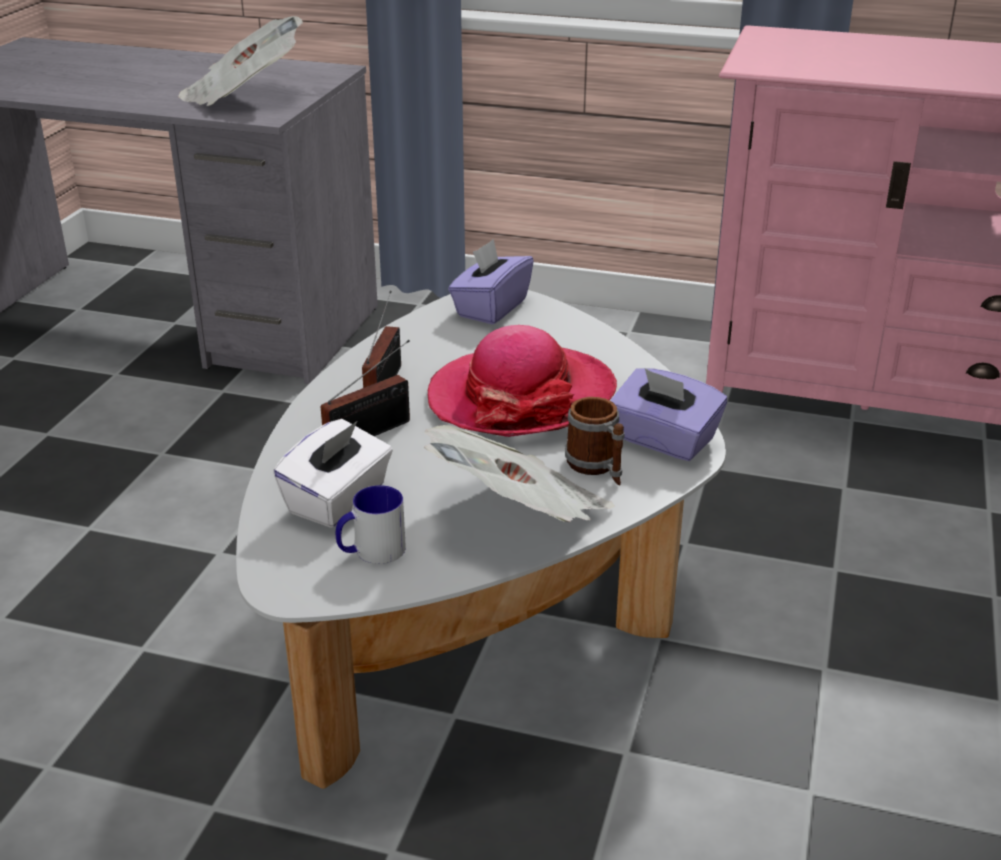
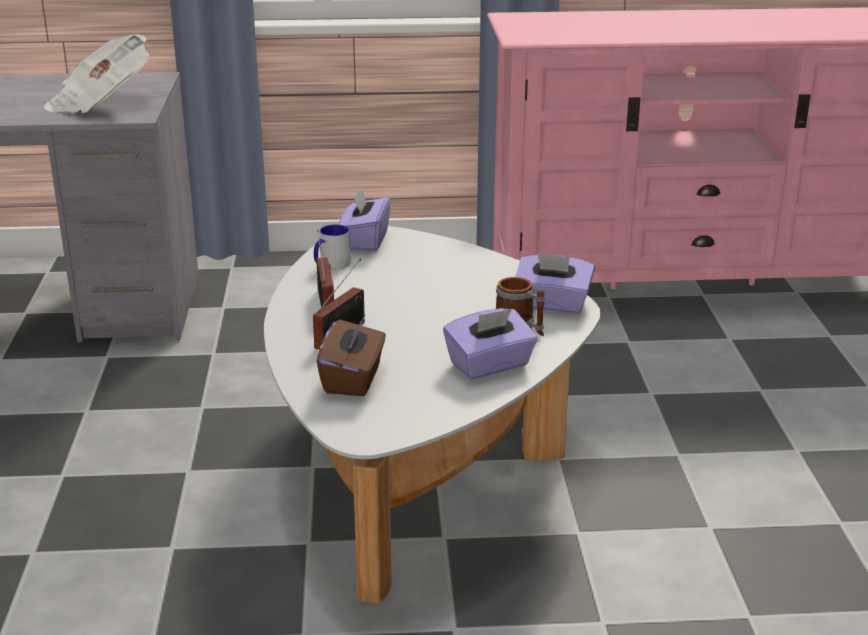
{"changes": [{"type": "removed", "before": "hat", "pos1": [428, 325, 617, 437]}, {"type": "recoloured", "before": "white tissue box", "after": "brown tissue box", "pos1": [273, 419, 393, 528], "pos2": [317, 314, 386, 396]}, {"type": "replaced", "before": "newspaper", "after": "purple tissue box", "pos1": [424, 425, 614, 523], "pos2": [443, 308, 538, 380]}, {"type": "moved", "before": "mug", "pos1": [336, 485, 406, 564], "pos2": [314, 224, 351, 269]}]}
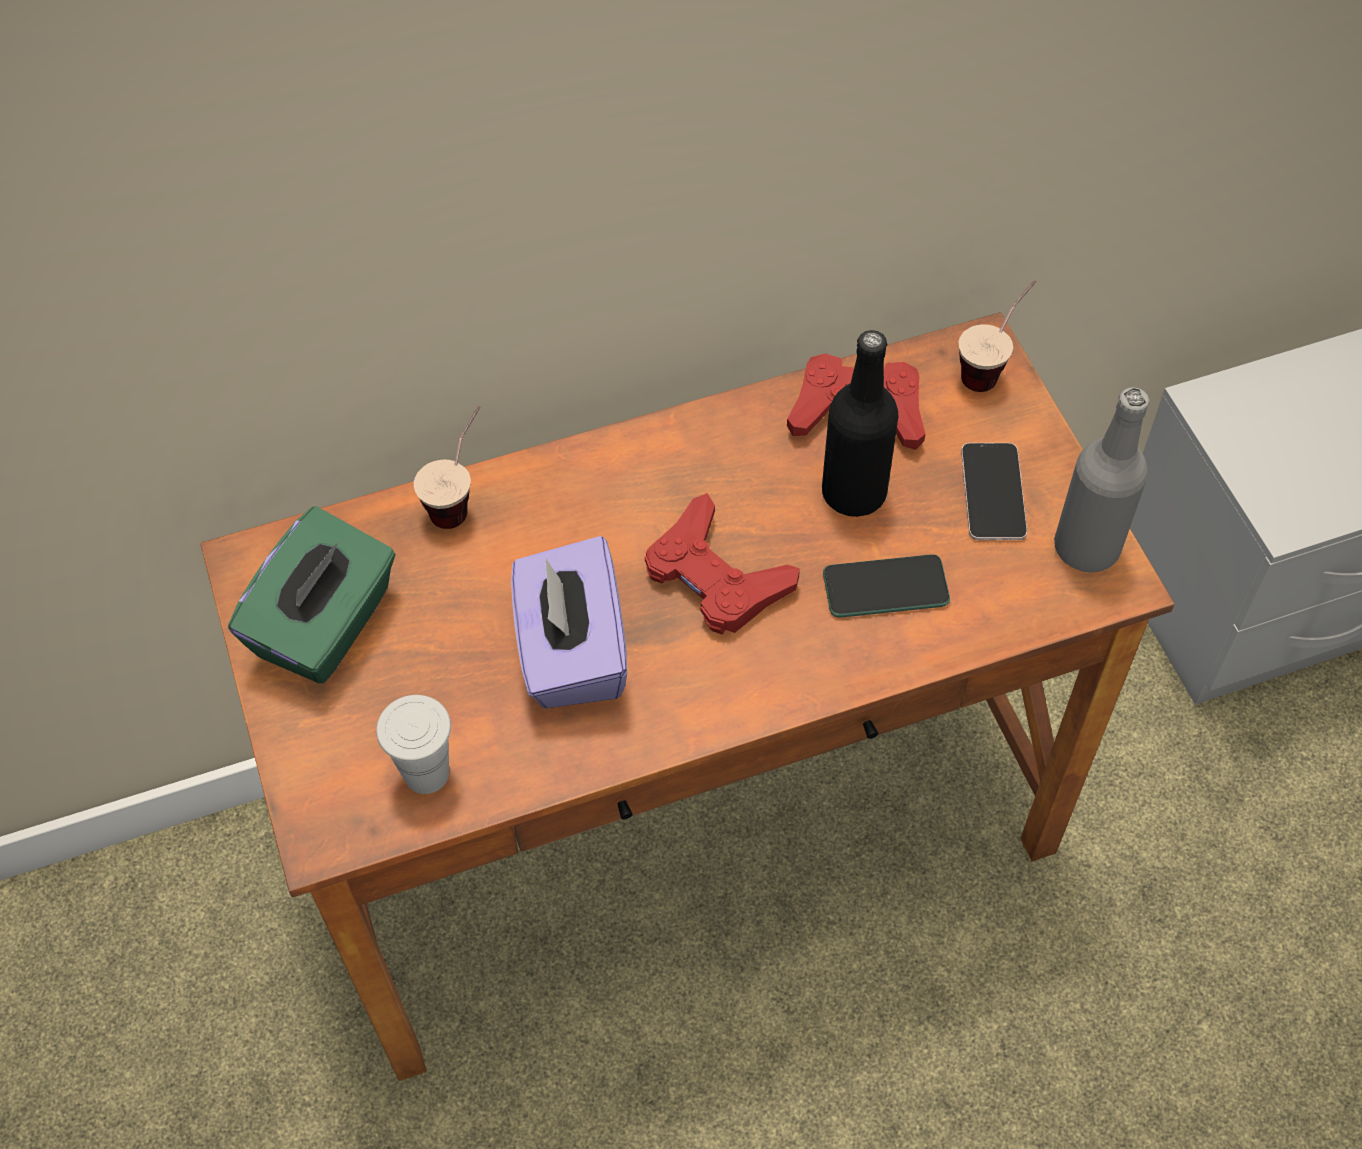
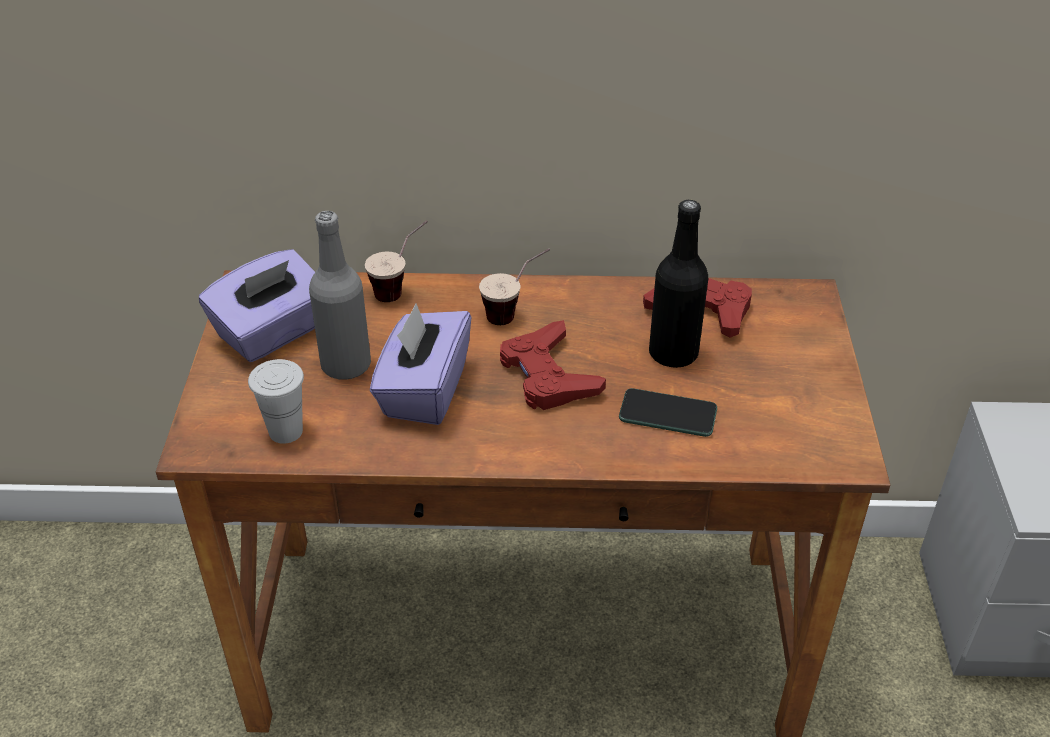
{"changes": [{"type": "moved", "before": "cup", "pos1": [959, 280, 1036, 392], "pos2": [479, 248, 550, 325]}, {"type": "moved", "before": "grey bottle", "pos1": [1054, 387, 1150, 573], "pos2": [309, 211, 371, 380]}, {"type": "removed", "before": "phone", "pos1": [961, 443, 1027, 540]}, {"type": "recoloured", "before": "green tissue box", "after": "purple tissue box", "pos1": [228, 506, 396, 683], "pos2": [199, 249, 315, 362]}]}
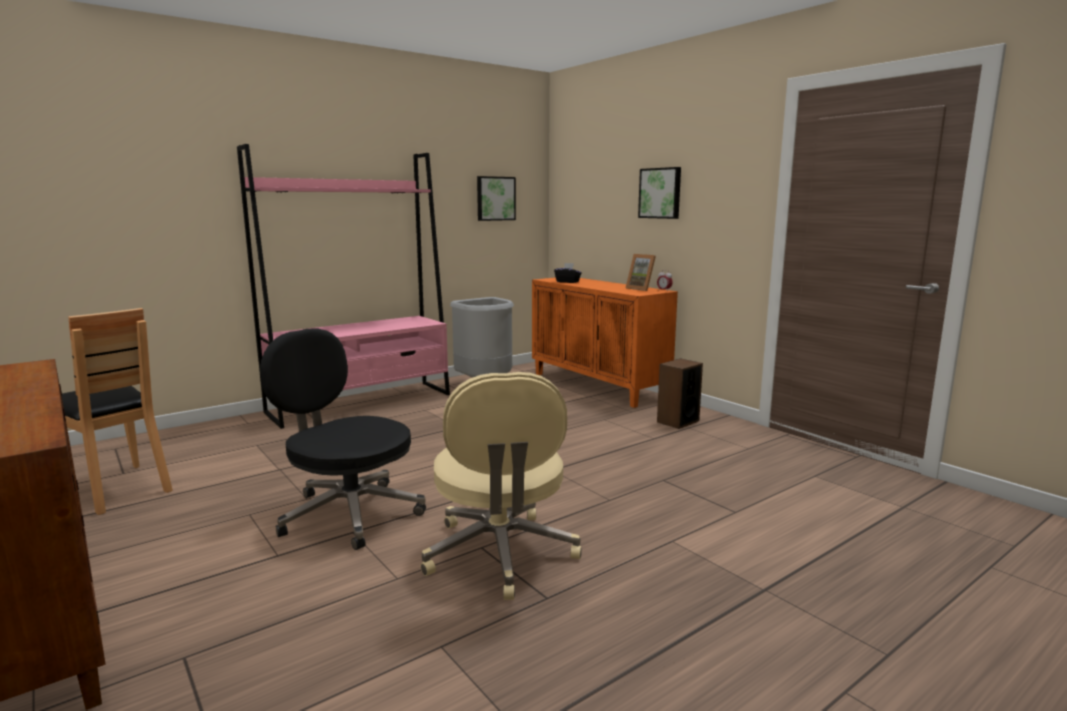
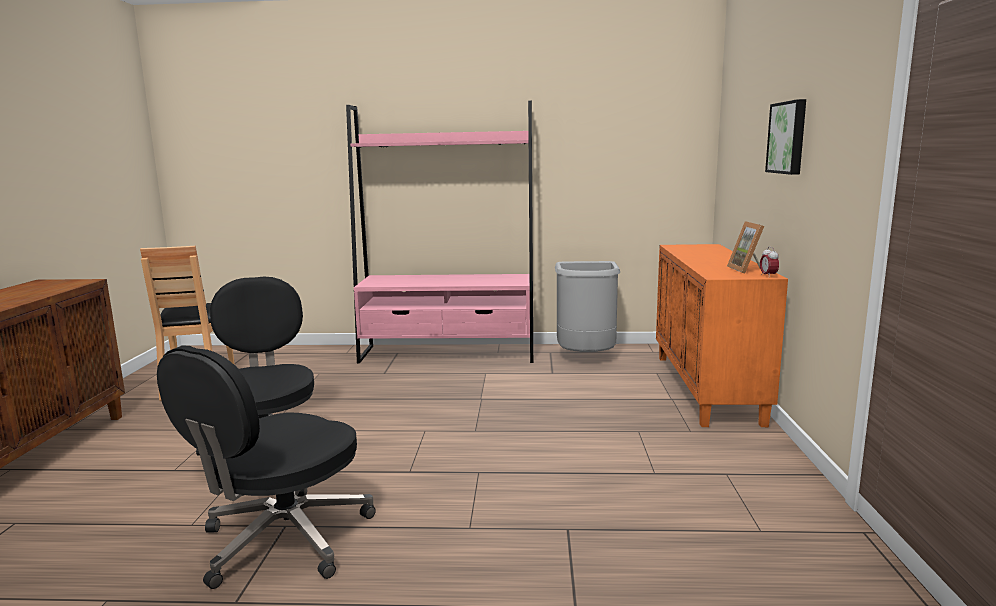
{"changes": [{"type": "removed", "before": "picture", "pos1": [477, 176, 516, 221]}, {"type": "removed", "before": "black tissue box", "pos1": [554, 263, 581, 283]}, {"type": "removed", "before": "speaker", "pos1": [657, 358, 703, 429]}, {"type": "recoloured", "before": "beige office chair", "after": "black office chair", "pos1": [421, 372, 582, 600], "pos2": [157, 346, 376, 589]}]}
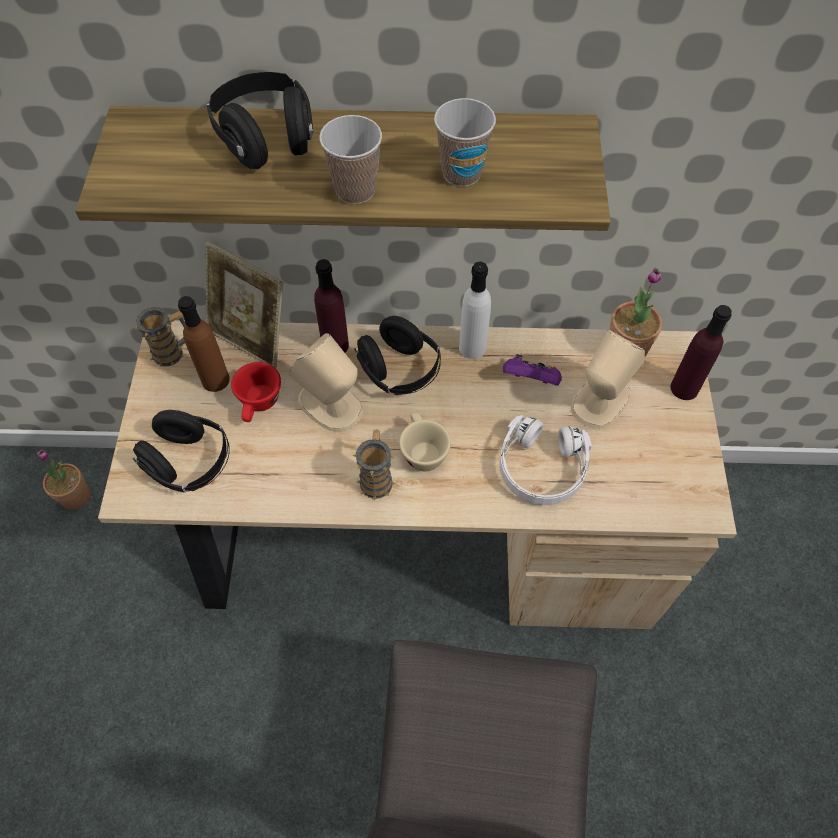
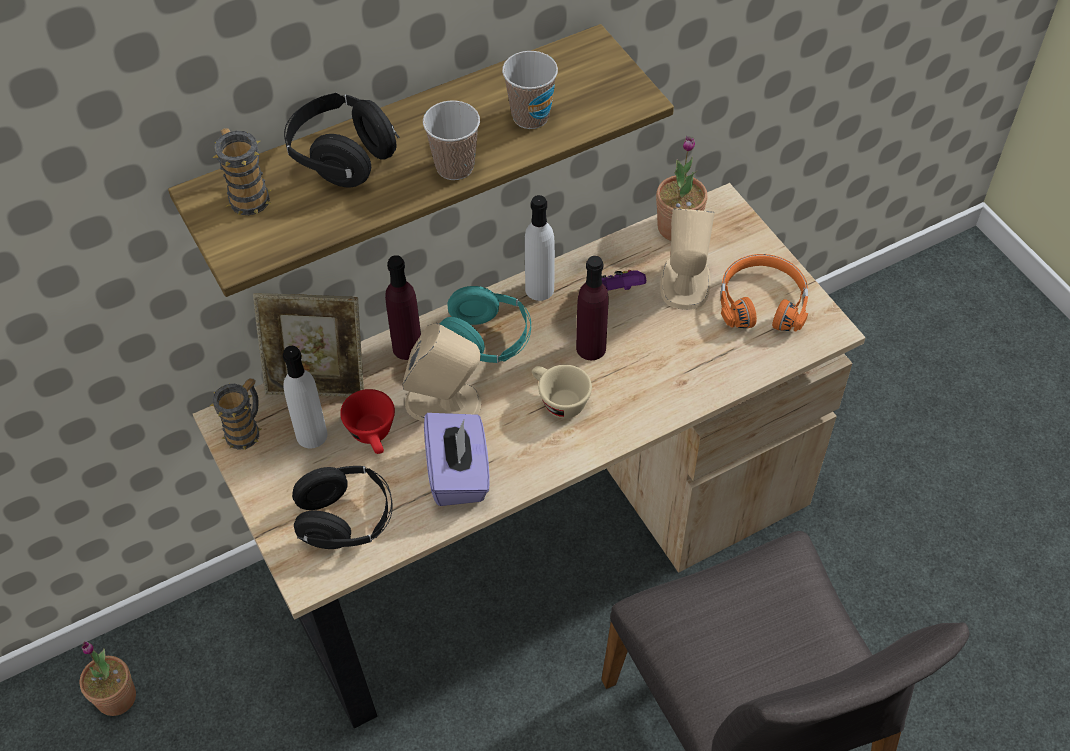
{"changes": [{"type": "recoloured", "before": "brown bottle", "after": "white bottle", "pos1": [178, 296, 230, 392], "pos2": [283, 346, 328, 448]}, {"type": "moved", "before": "purple bottle", "pos1": [670, 305, 732, 400], "pos2": [576, 256, 609, 360]}, {"type": "recoloured", "before": "black headphones", "after": "turquoise headphones", "pos1": [354, 316, 441, 395], "pos2": [440, 286, 531, 363]}, {"type": "removed", "before": "white headphones", "pos1": [499, 415, 592, 505]}, {"type": "moved", "before": "mug", "pos1": [352, 429, 395, 501], "pos2": [212, 128, 271, 215]}, {"type": "added", "after": "orange headphones", "pos2": [721, 254, 808, 332]}, {"type": "added", "after": "purple tissue box", "pos2": [424, 413, 490, 506]}]}
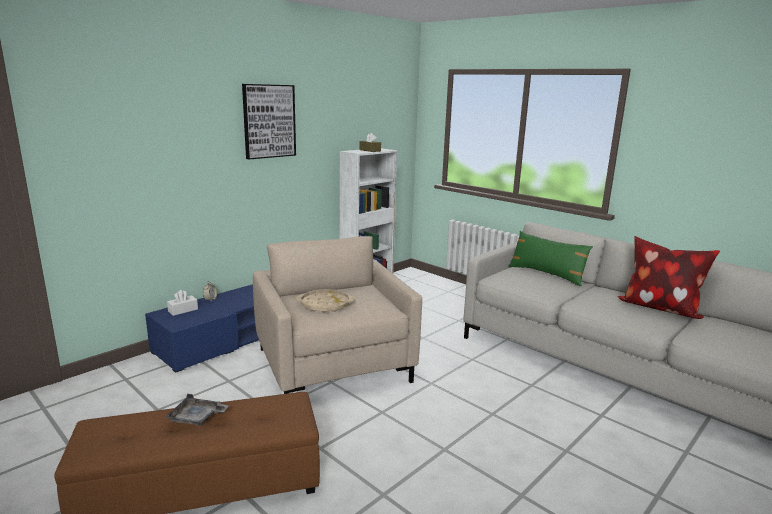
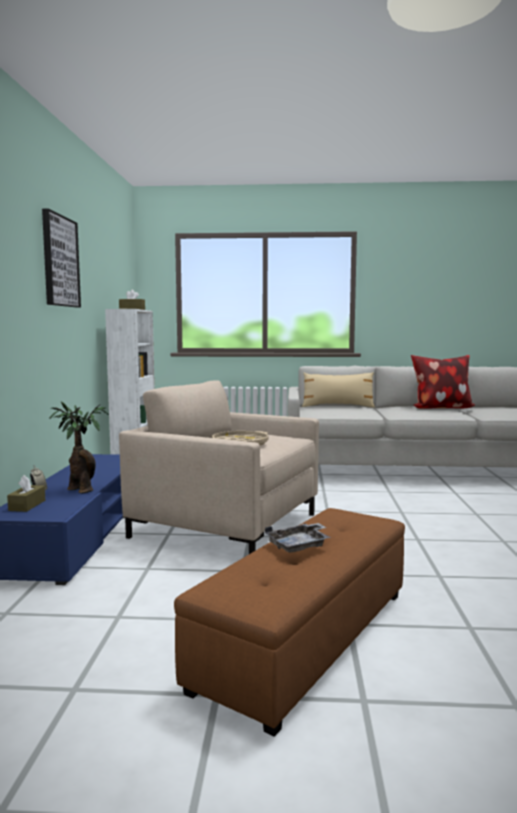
{"changes": [{"type": "recoloured", "before": "green pillow", "after": "beige pillow", "pos1": [509, 231, 593, 286], "pos2": [302, 372, 375, 408]}, {"type": "recoloured", "before": "white tissue box", "after": "brown tissue box", "pos1": [167, 290, 198, 316], "pos2": [7, 475, 45, 512]}, {"type": "added", "after": "potted plant", "pos2": [49, 401, 109, 494]}]}
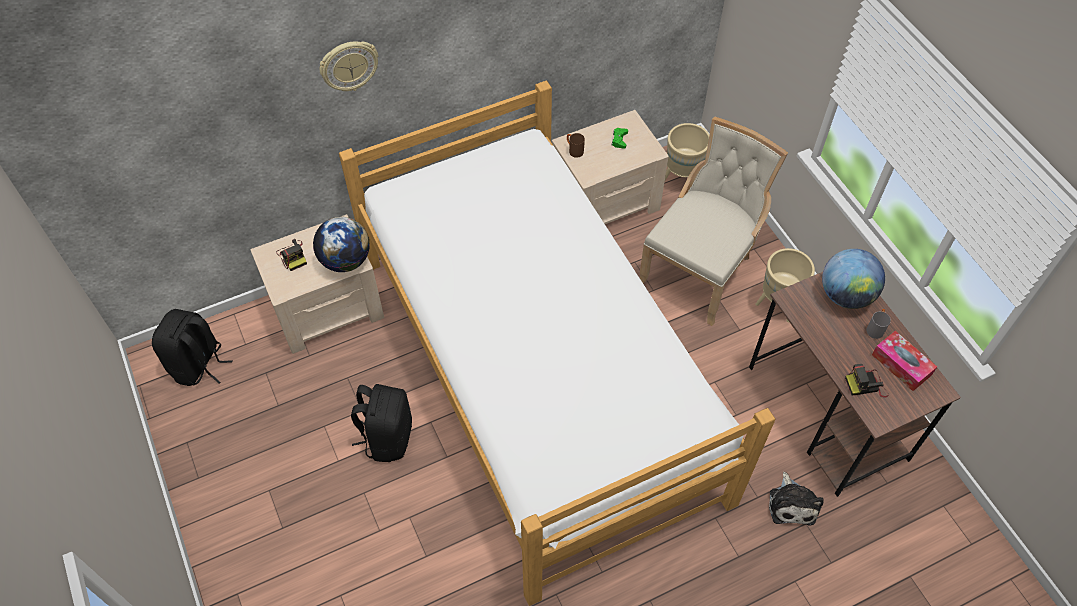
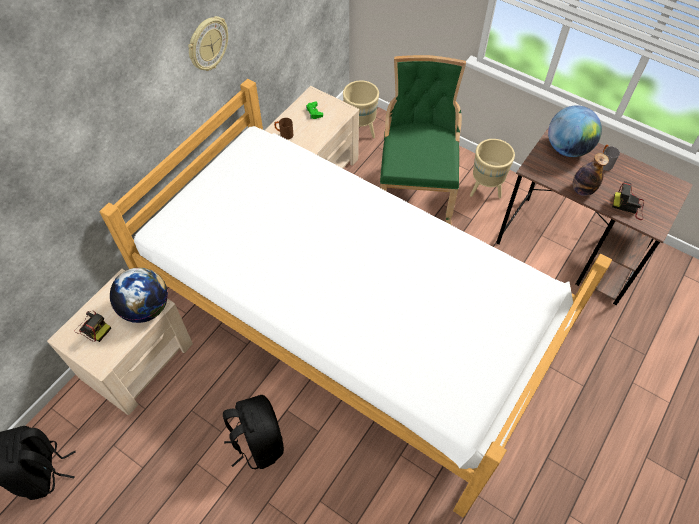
{"changes": [{"type": "moved", "before": "wall clock", "pos1": [320, 41, 378, 91], "pos2": [188, 16, 228, 71]}, {"type": "recoloured", "before": "beige chair", "after": "green chair", "pos1": [640, 117, 788, 326], "pos2": [380, 55, 466, 225]}, {"type": "removed", "before": "tissue box", "pos1": [872, 331, 937, 391]}, {"type": "turned", "before": "photo camera", "pos1": [845, 364, 889, 397], "pos2": [612, 181, 644, 220], "turn": 60}, {"type": "removed", "before": "plush toy", "pos1": [769, 472, 824, 526]}, {"type": "added", "after": "bottle", "pos2": [572, 153, 609, 196]}]}
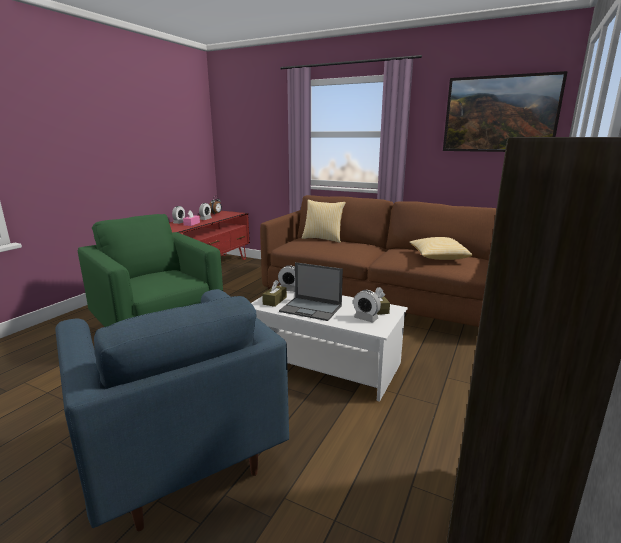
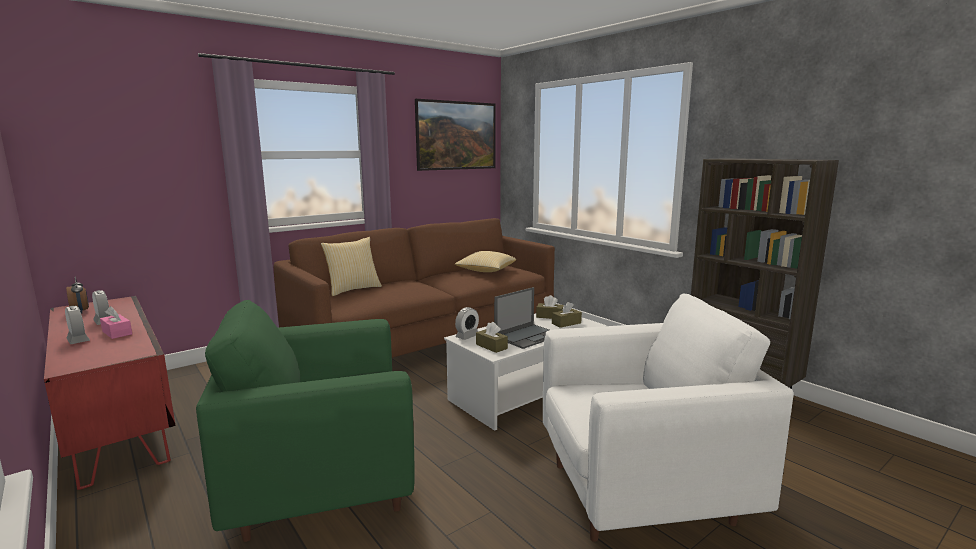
{"changes": [{"type": "recoloured", "before": "blue armchair", "after": "white armchair", "pos1": [55, 289, 289, 531], "pos2": [543, 294, 794, 542]}, {"type": "replaced", "before": "alarm clock", "after": "brown tissue box", "pos1": [353, 290, 381, 322], "pos2": [552, 302, 582, 328]}]}
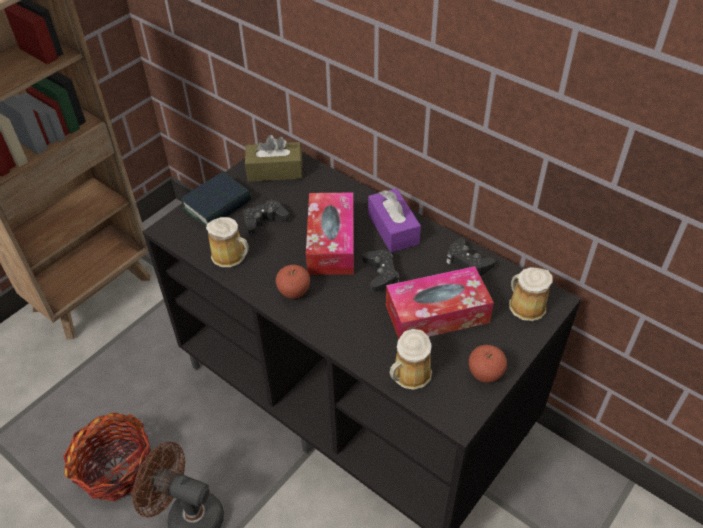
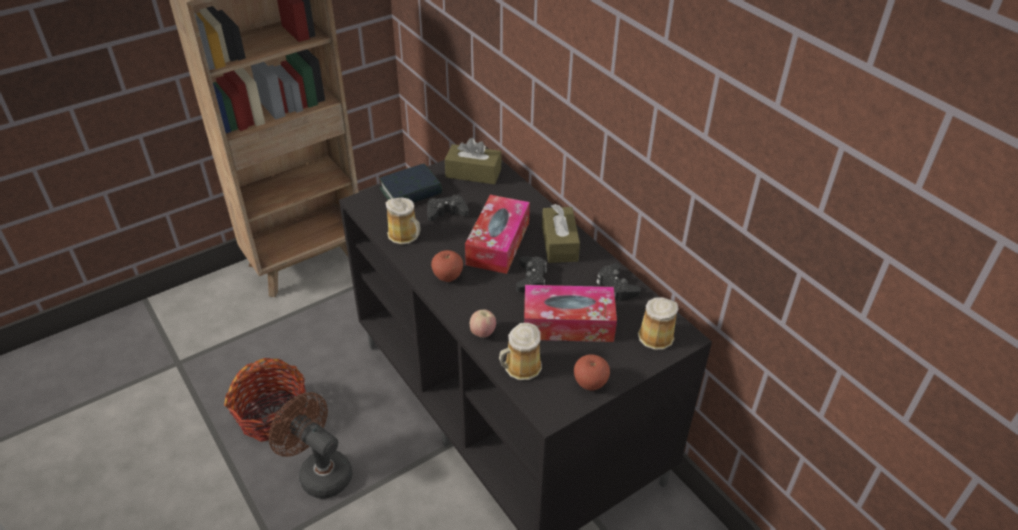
{"changes": [{"type": "recoloured", "before": "purple tissue box", "after": "brown tissue box", "pos1": [368, 188, 421, 252], "pos2": [542, 204, 580, 263]}, {"type": "added", "after": "apple", "pos2": [470, 310, 496, 337]}]}
